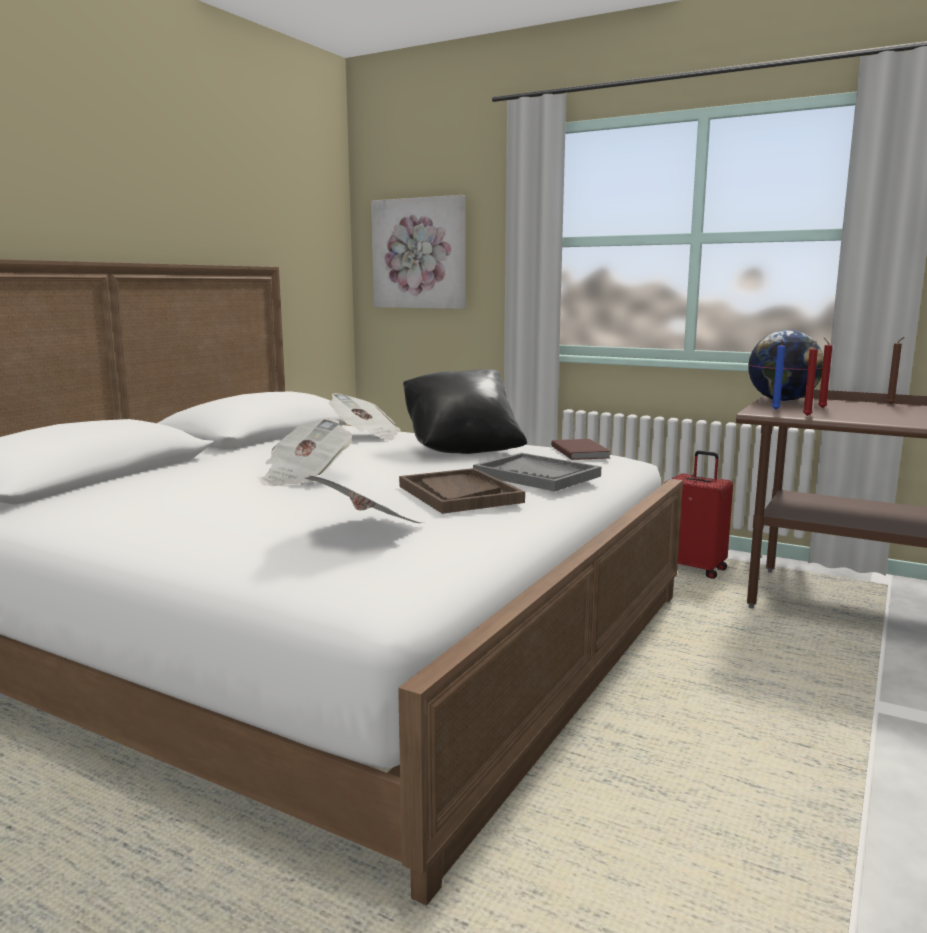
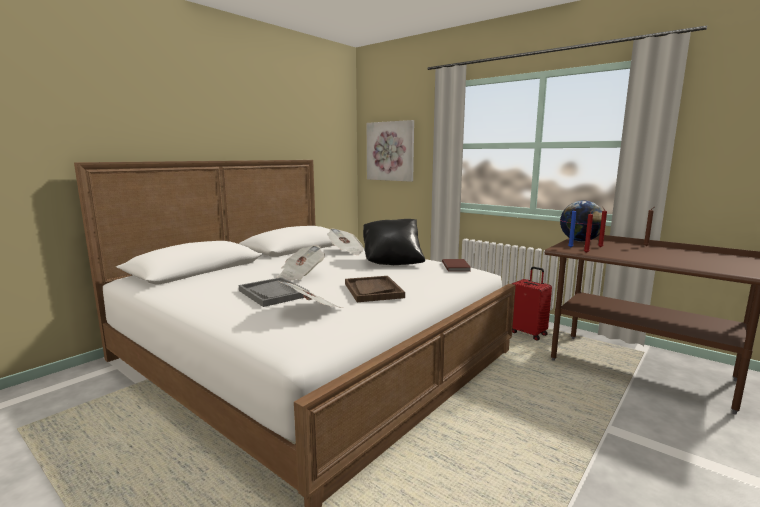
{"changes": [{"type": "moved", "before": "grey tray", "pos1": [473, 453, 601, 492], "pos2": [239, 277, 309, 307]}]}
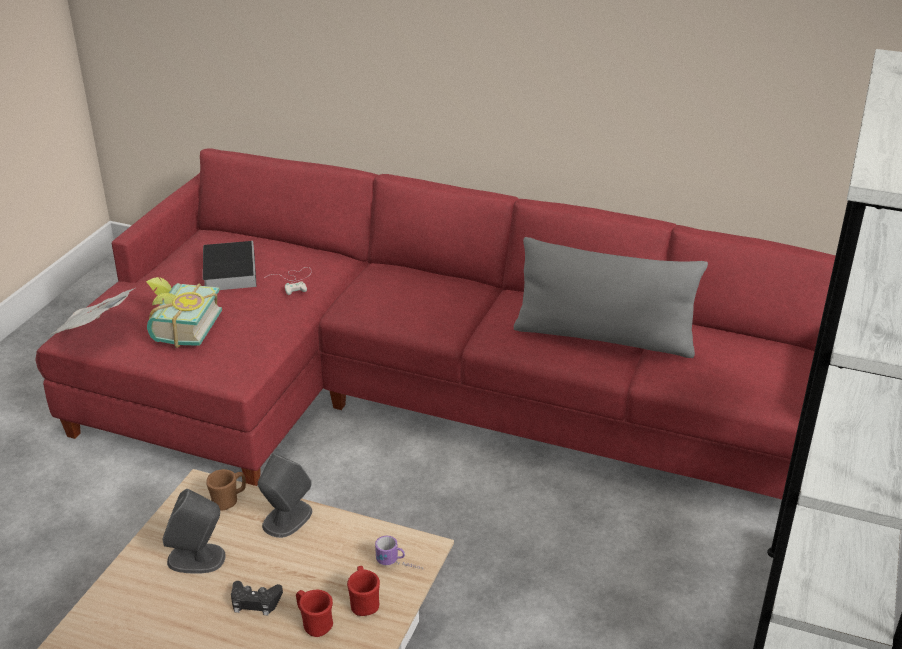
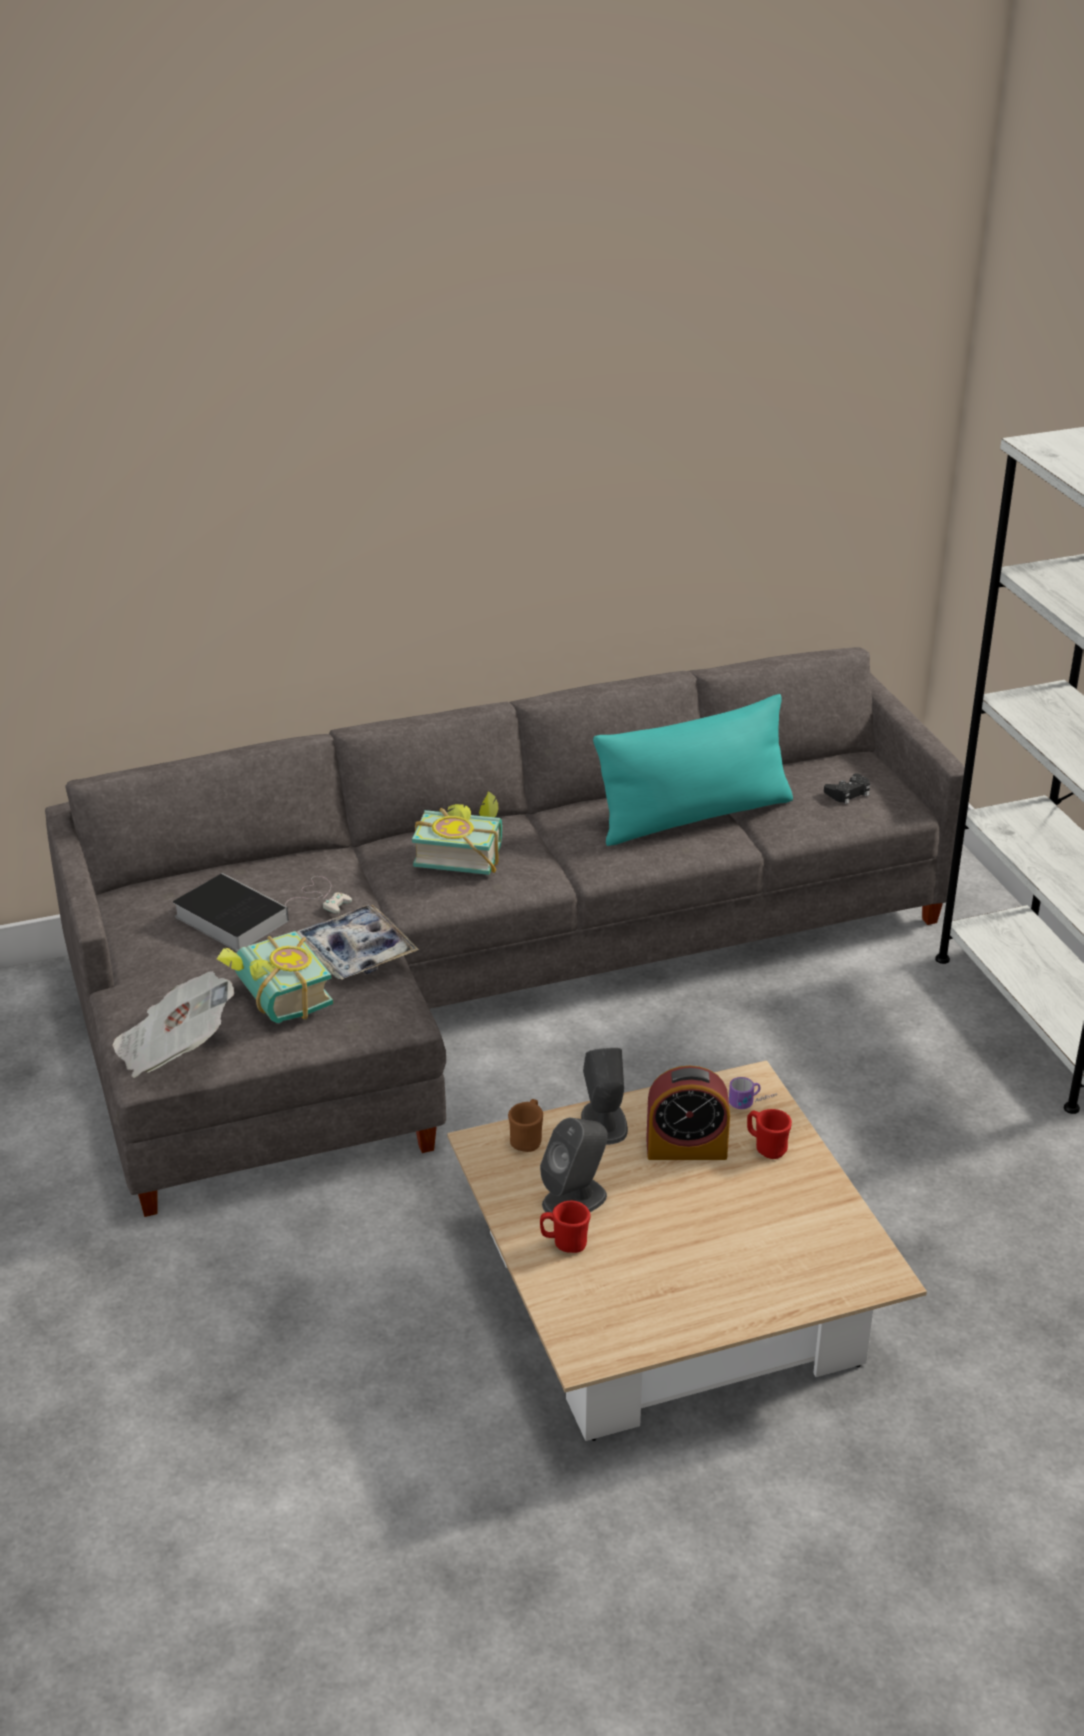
{"changes": [{"type": "recoloured", "before": "red sofa", "after": "grey sofa", "pos1": [36, 148, 836, 499], "pos2": [45, 647, 965, 1217]}, {"type": "recoloured", "before": "grey pillow", "after": "turquoise pillow", "pos1": [514, 237, 708, 358], "pos2": [593, 694, 793, 846]}, {"type": "moved", "before": "black game controller", "pos1": [231, 581, 283, 615], "pos2": [824, 773, 870, 804]}, {"type": "moved", "before": "red mug", "pos1": [296, 590, 333, 637], "pos2": [540, 1200, 591, 1253]}, {"type": "added", "after": "book", "pos2": [412, 792, 502, 875]}, {"type": "added", "after": "tray", "pos2": [296, 904, 419, 979]}, {"type": "added", "after": "alarm clock", "pos2": [646, 1066, 730, 1160]}]}
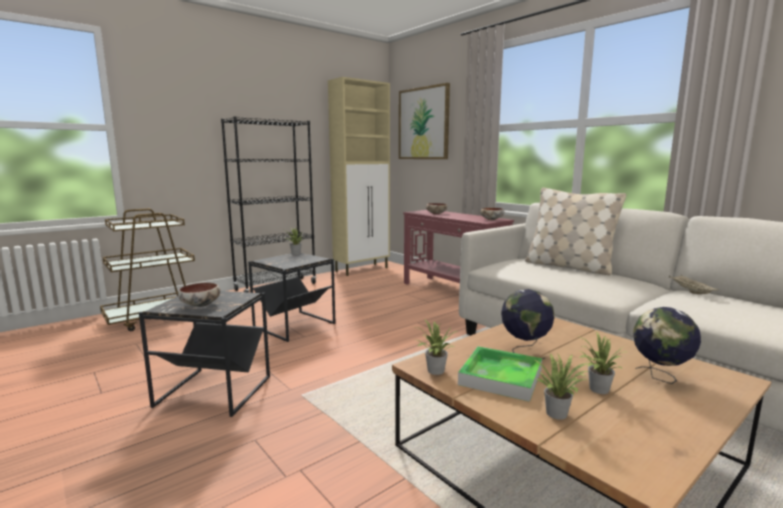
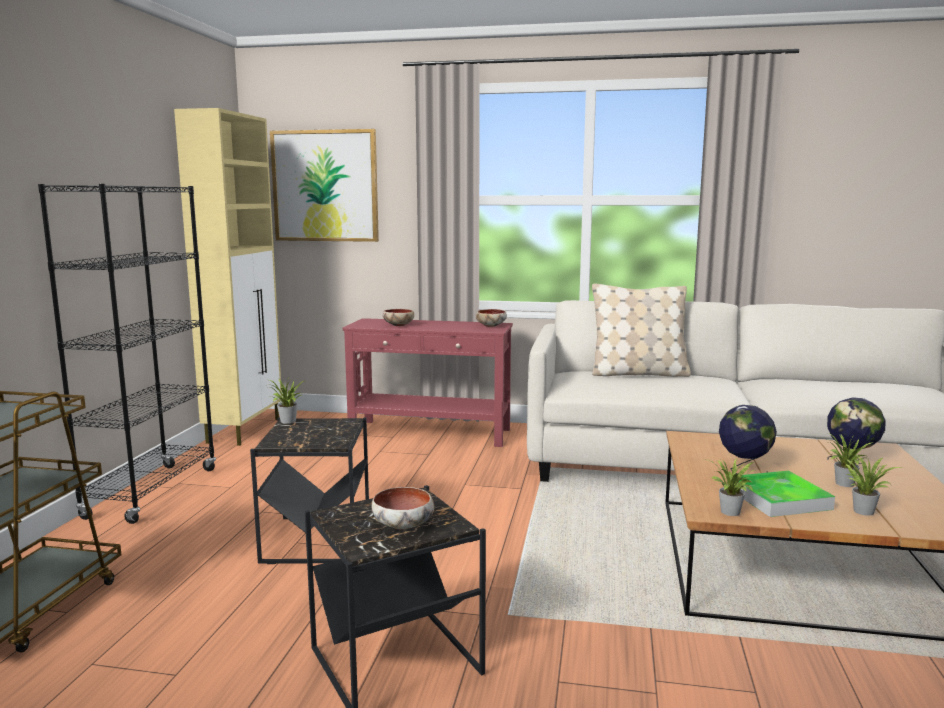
{"changes": [{"type": "removed", "before": "beige tray", "pos1": [669, 275, 719, 294]}]}
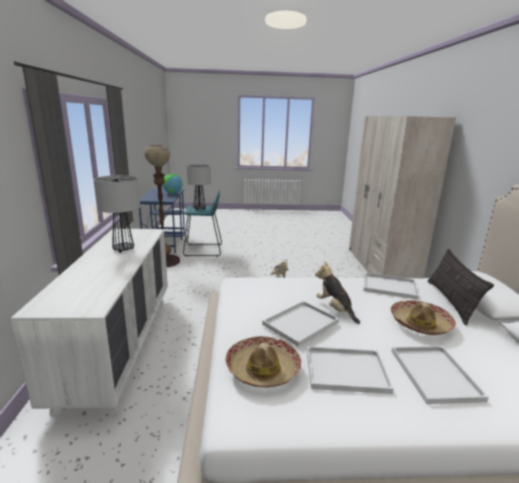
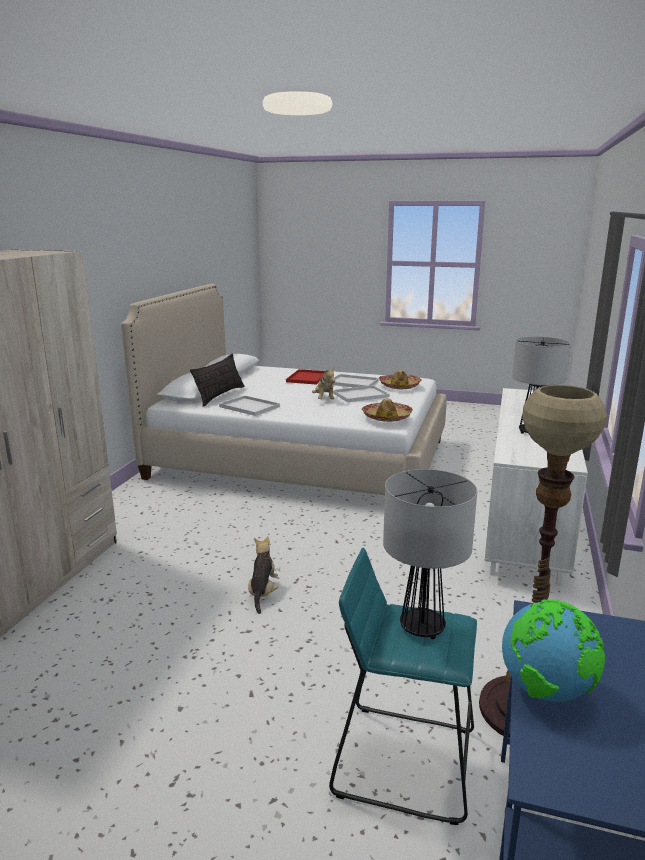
{"changes": [{"type": "moved", "before": "hat", "pos1": [391, 300, 456, 335], "pos2": [361, 398, 413, 422]}, {"type": "recoloured", "before": "white tray", "after": "red tray", "pos1": [391, 346, 489, 404], "pos2": [286, 369, 325, 385]}]}
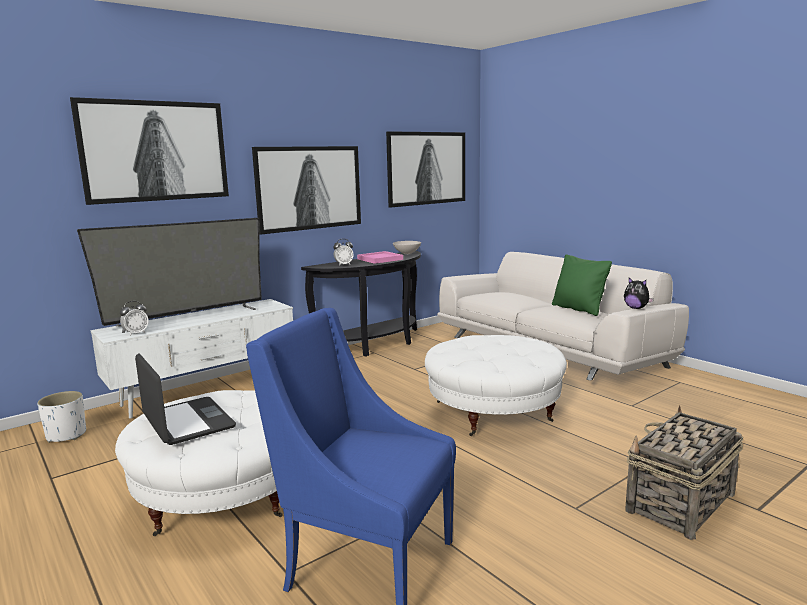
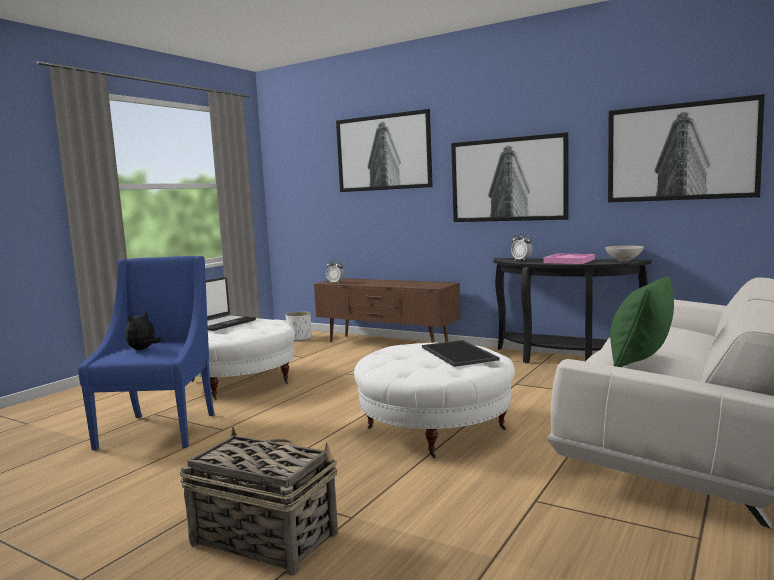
{"changes": [{"type": "removed", "before": "television", "pos1": [77, 218, 262, 333]}, {"type": "moved", "before": "plush toy", "pos1": [624, 278, 654, 309], "pos2": [126, 311, 161, 350]}, {"type": "recoloured", "before": "white tv stand", "after": "brown tv stand", "pos1": [90, 299, 293, 419], "pos2": [314, 278, 460, 343]}, {"type": "added", "after": "tray", "pos2": [422, 340, 499, 367]}]}
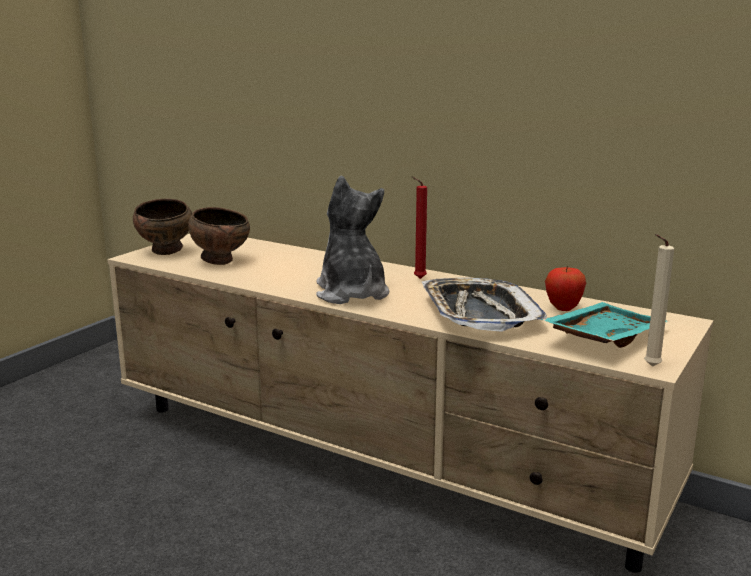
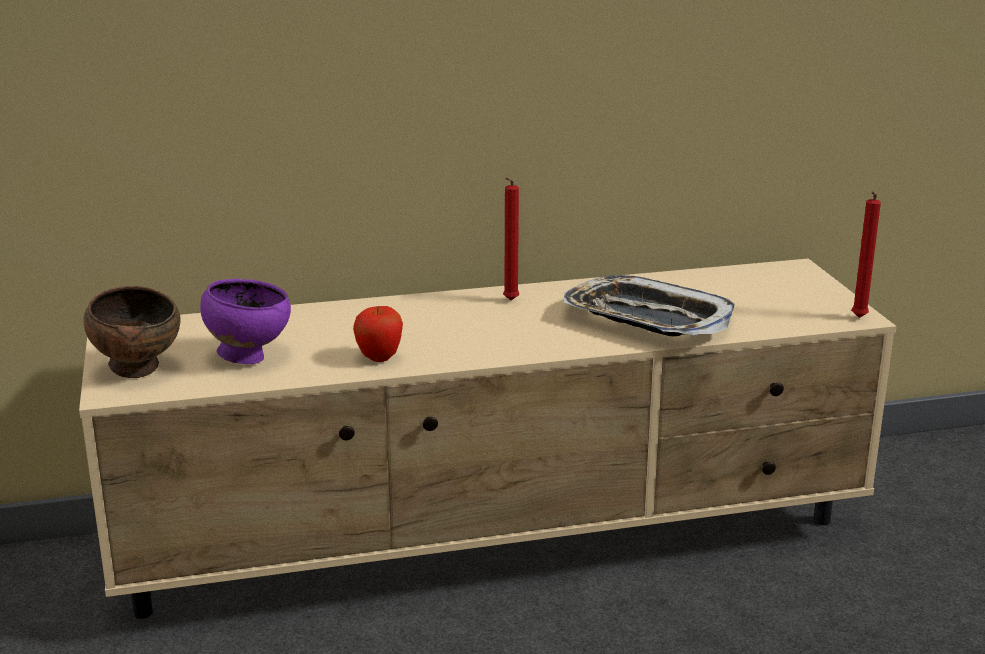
{"changes": [{"type": "removed", "before": "plush toy", "pos1": [316, 176, 389, 304]}, {"type": "recoloured", "before": "brown bowl", "after": "purple bowl", "pos1": [188, 207, 250, 265], "pos2": [200, 278, 291, 364]}, {"type": "recoloured", "before": "beige candle", "after": "red candle", "pos1": [644, 234, 674, 367], "pos2": [852, 191, 881, 318]}, {"type": "moved", "before": "apple", "pos1": [545, 266, 586, 311], "pos2": [353, 306, 403, 362]}, {"type": "removed", "before": "turquoise tray", "pos1": [541, 302, 669, 348]}]}
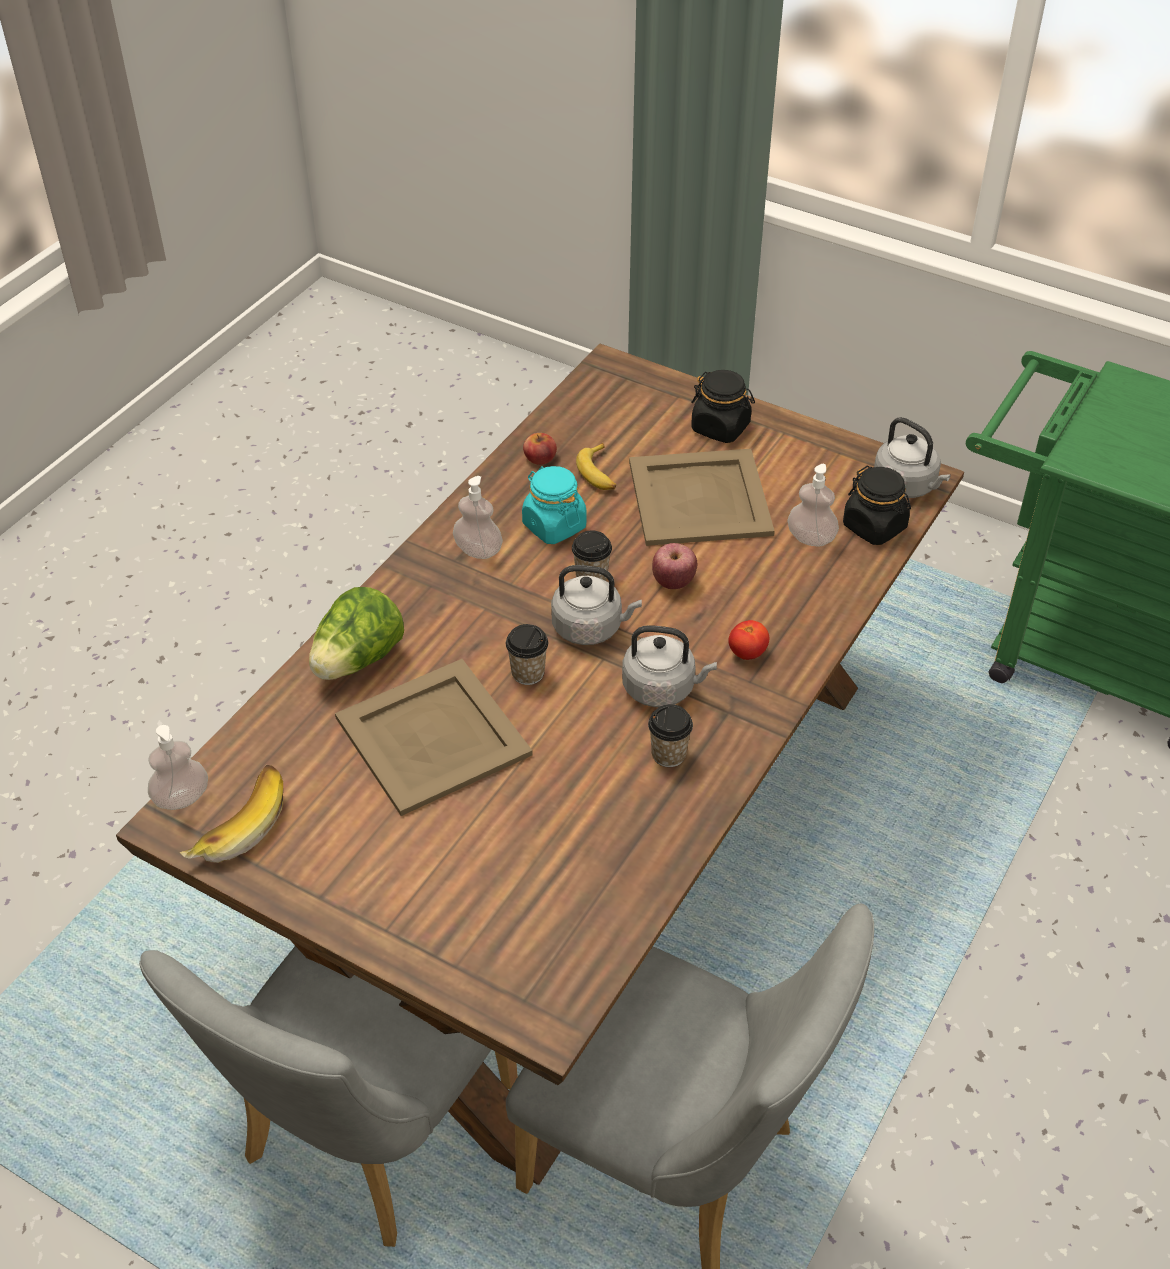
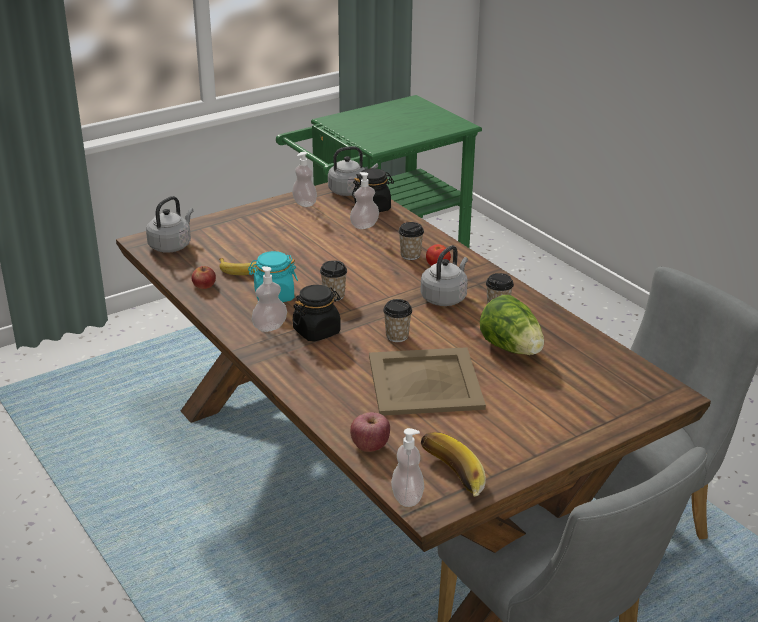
{"changes": [{"type": "moved", "before": "black jar", "pos1": [691, 370, 755, 443], "pos2": [292, 285, 341, 342]}, {"type": "removed", "before": "beige tray", "pos1": [629, 449, 775, 546]}, {"type": "moved", "before": "apple", "pos1": [652, 543, 697, 589], "pos2": [350, 412, 390, 452]}, {"type": "moved", "before": "grey kettle", "pos1": [551, 565, 642, 645], "pos2": [146, 196, 193, 253]}, {"type": "moved", "before": "lettuce", "pos1": [309, 587, 404, 680], "pos2": [480, 295, 544, 355]}, {"type": "added", "after": "soap dispenser", "pos2": [292, 152, 317, 207]}, {"type": "added", "after": "cup", "pos2": [398, 222, 424, 260]}]}
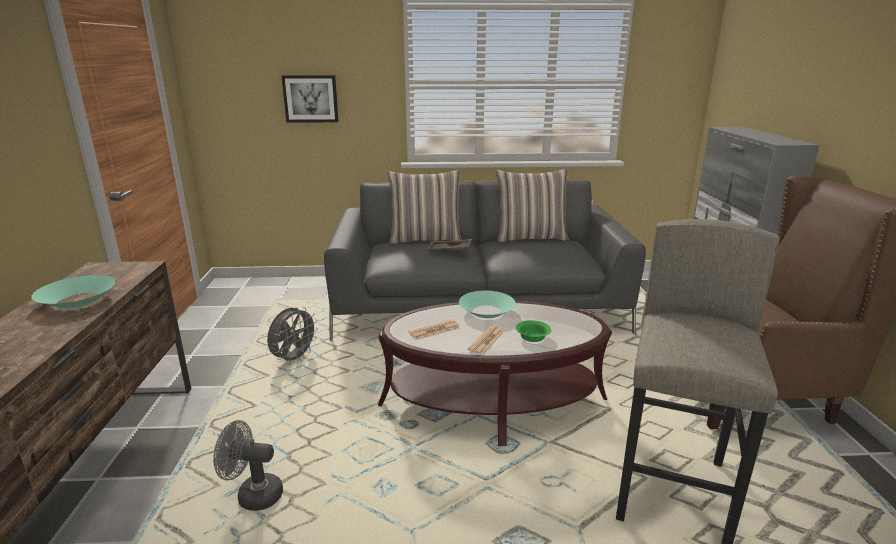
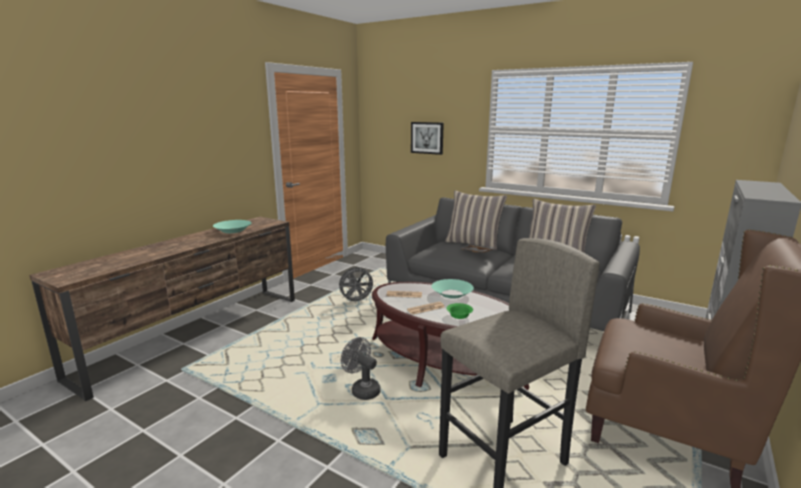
{"changes": [{"type": "moved", "before": "grey fan", "pos1": [213, 420, 283, 511], "pos2": [341, 337, 381, 400]}]}
